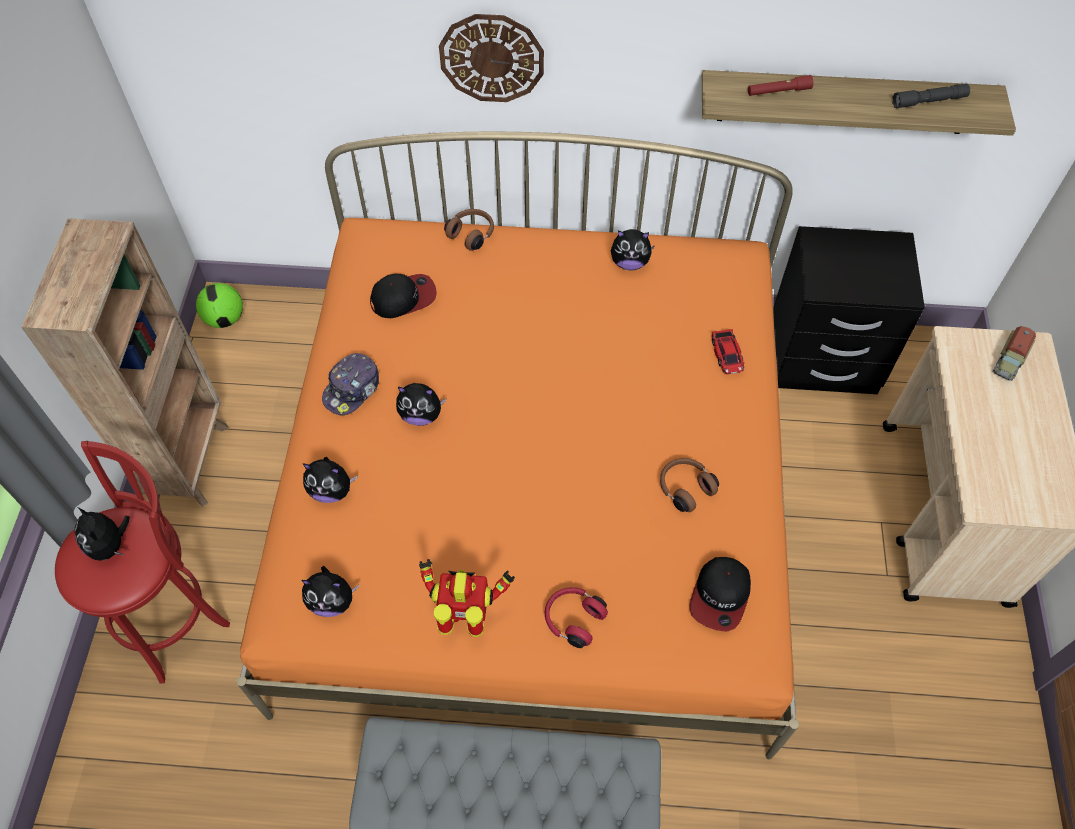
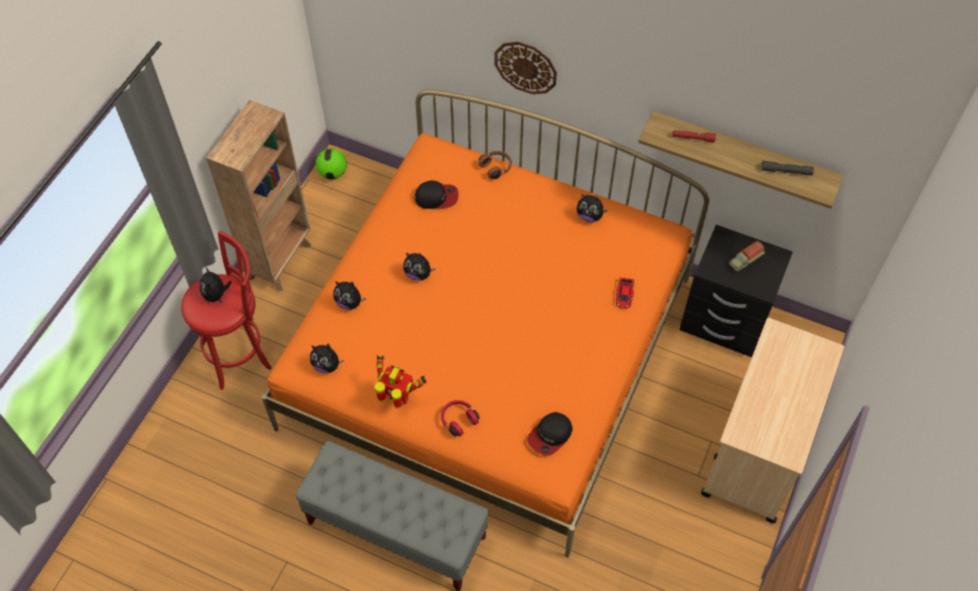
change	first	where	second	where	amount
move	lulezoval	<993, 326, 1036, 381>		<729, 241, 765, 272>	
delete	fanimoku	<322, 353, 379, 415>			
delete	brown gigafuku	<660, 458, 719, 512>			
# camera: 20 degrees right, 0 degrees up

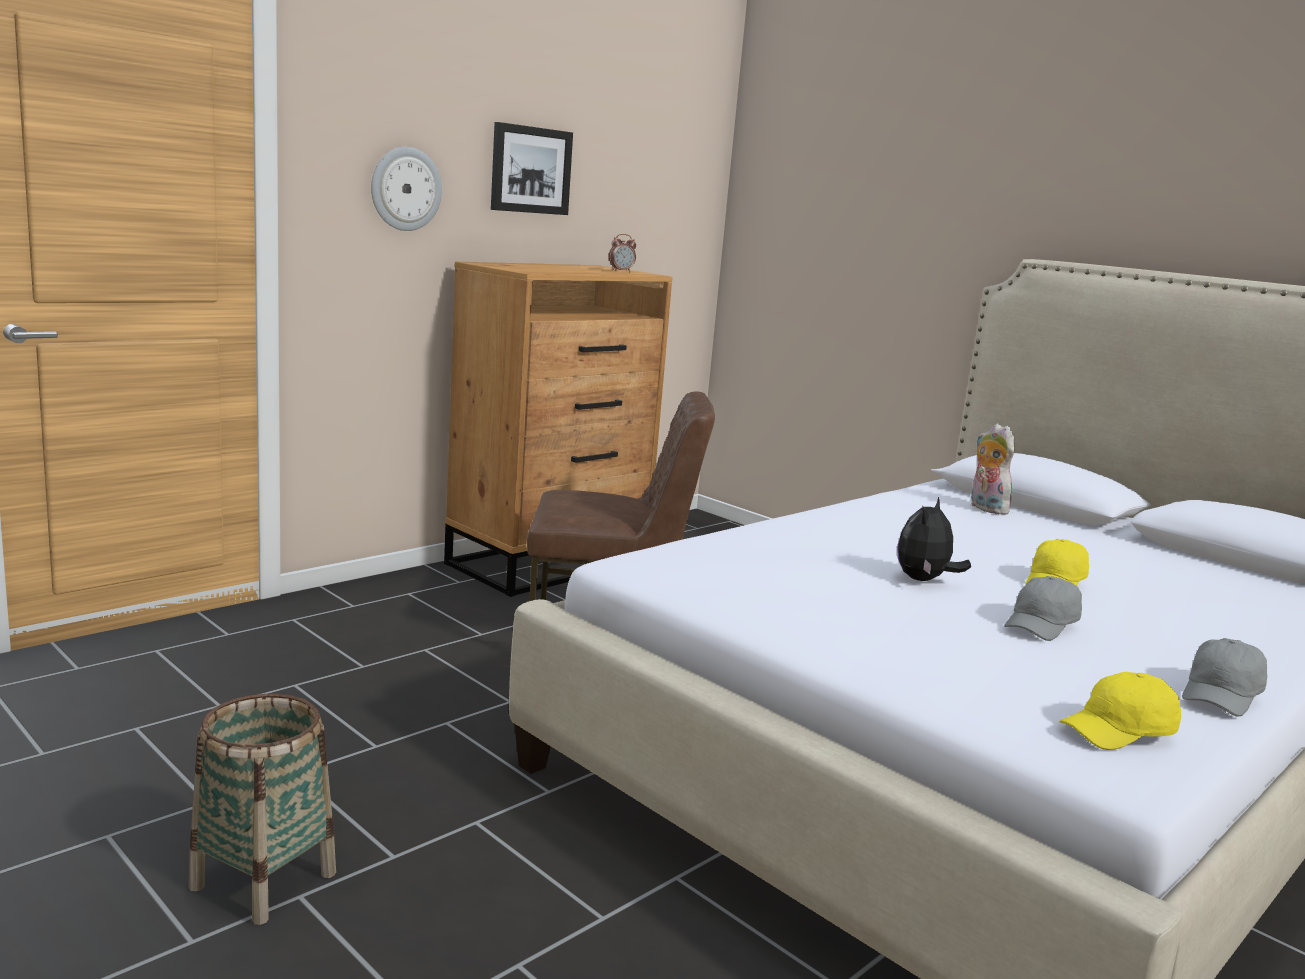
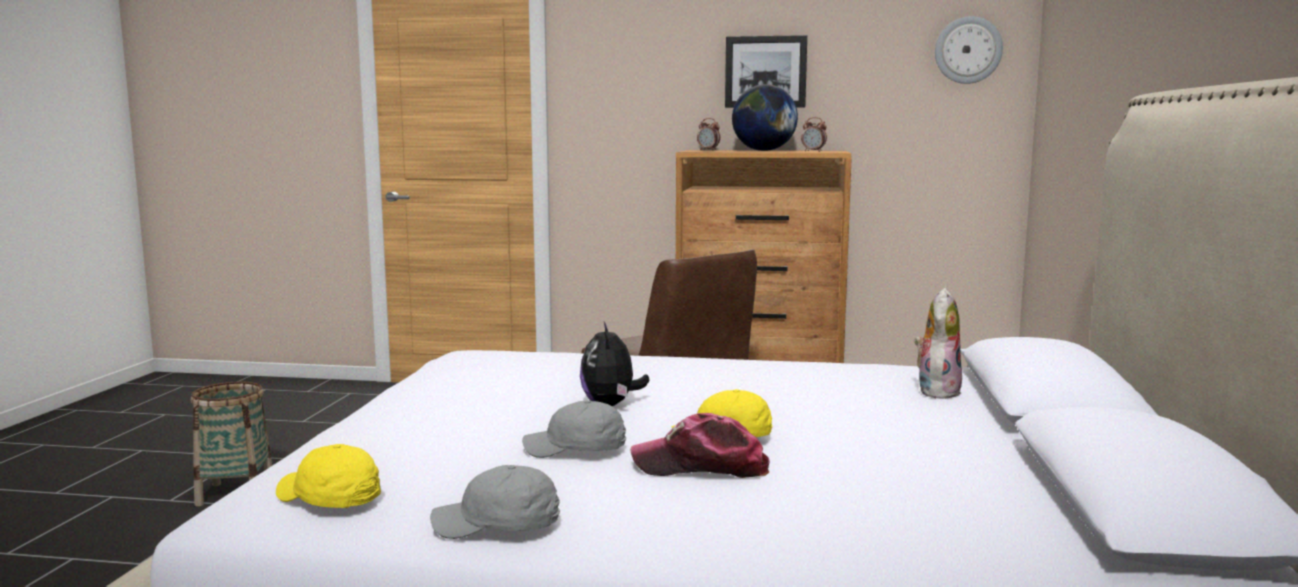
change	first	where	second	where	amount
rotate	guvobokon	<897, 497, 971, 581>		<580, 322, 649, 406>	90 degrees counterclockwise
insert			fanimoku	<631, 413, 770, 478>	
insert			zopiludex	<697, 118, 720, 150>	
insert			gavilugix	<732, 84, 798, 151>	
move	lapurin	<371, 147, 442, 231>		<935, 16, 1003, 84>	
# camera: 55 degrees right, 5 degrees down

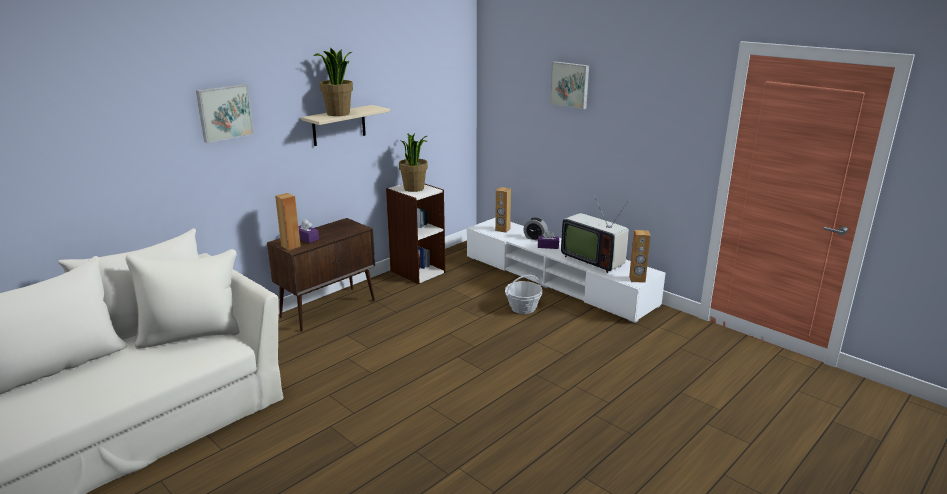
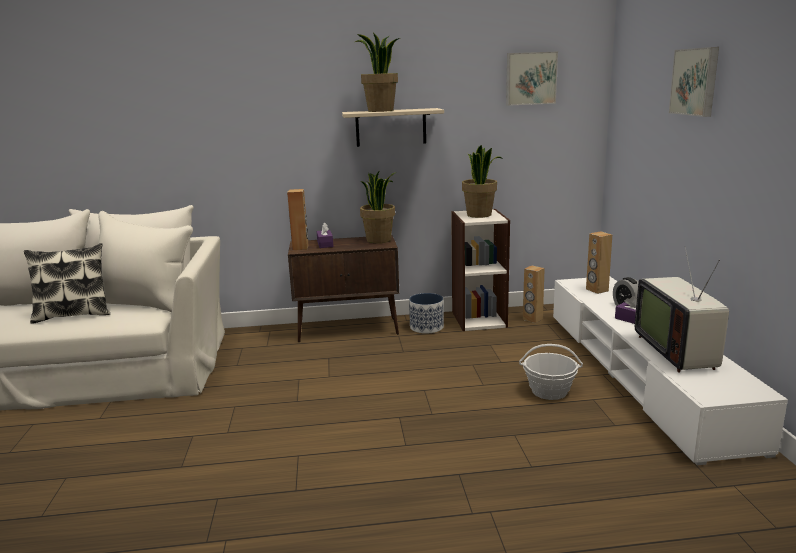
change	first	where	second	where	amount
insert			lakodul	<24, 243, 110, 324>	
insert			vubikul	<360, 170, 397, 243>	
insert			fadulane	<409, 293, 444, 334>	
move	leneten	<196, 84, 254, 143>		<506, 52, 558, 106>	
move	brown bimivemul	<629, 230, 651, 283>		<523, 266, 545, 323>	
# camera: 40 degrees right, 5 degrees down

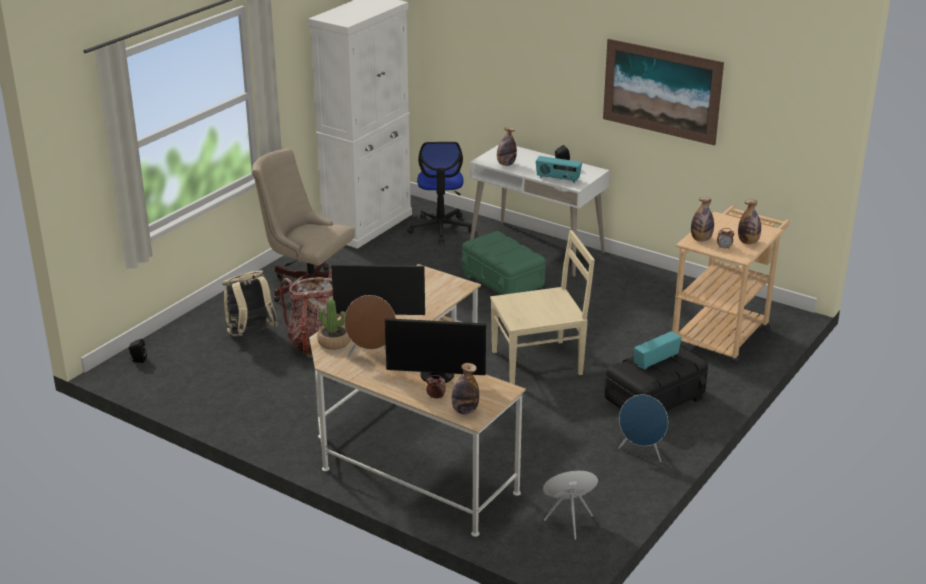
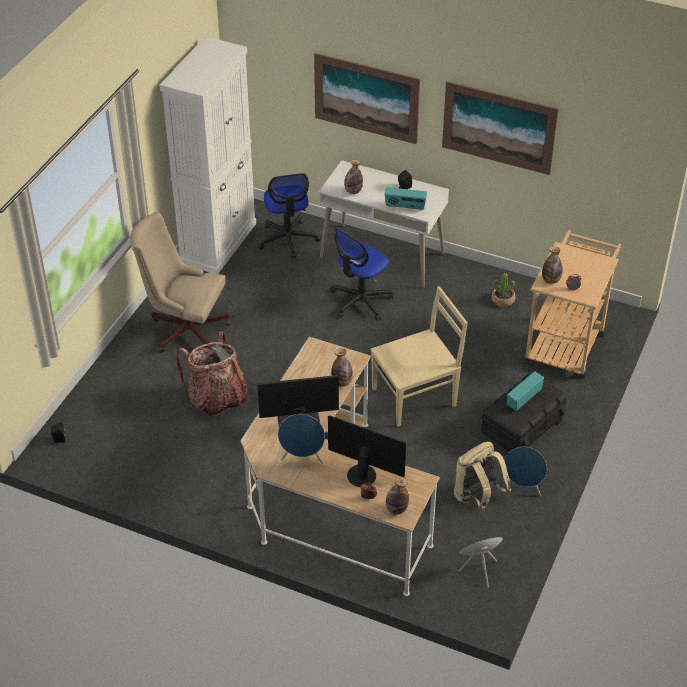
change	first	where	second	where	amount
recolor	brown bimivemul	<344, 295, 396, 358>	blue bimivemul	<278, 414, 325, 464>	
insert			leneten	<314, 53, 420, 144>	
rotate	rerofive	<385, 318, 486, 383>		<328, 416, 406, 487>	150 degrees counterclockwise
replace	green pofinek	<461, 231, 546, 295>	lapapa	<330, 227, 393, 321>	
move	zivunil	<738, 200, 761, 244>		<331, 348, 353, 387>	
move	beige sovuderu	<222, 271, 279, 337>		<454, 442, 511, 511>	
move	vubikul	<317, 299, 351, 350>		<491, 273, 516, 307>	
# camera: 10 degrees left, 15 degrees up

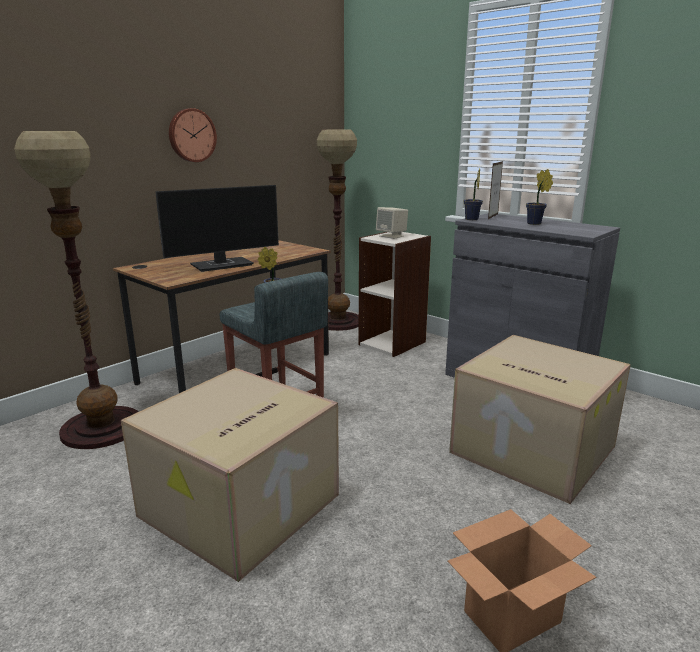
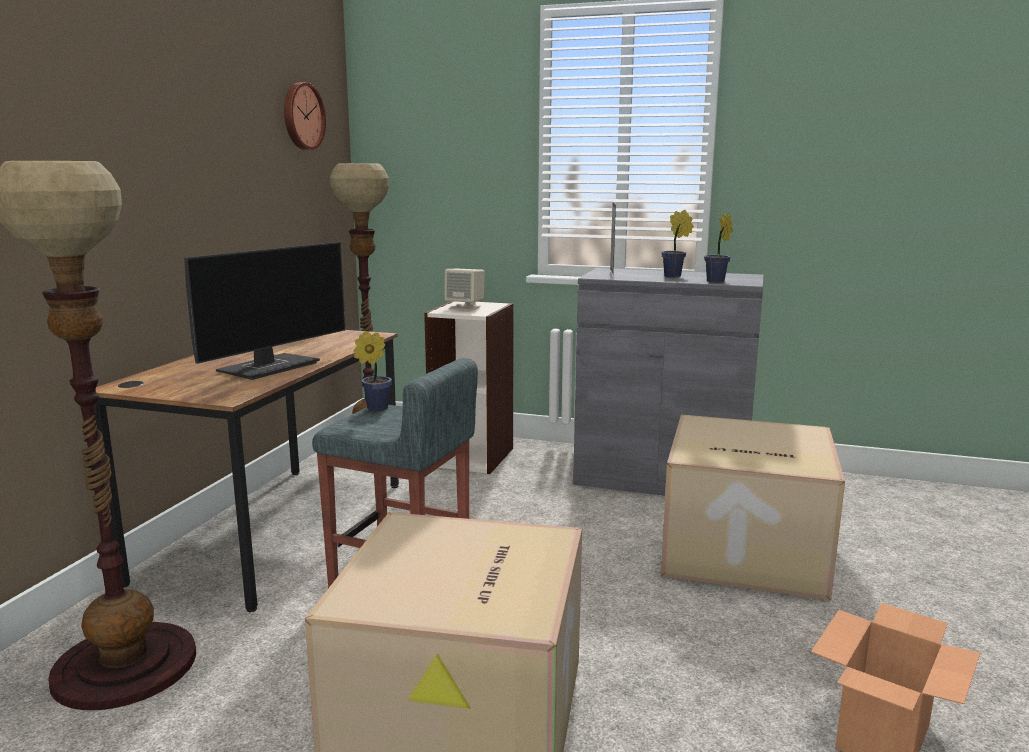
change	first	where	second	where	amount
move	lapurin	<169, 108, 217, 162>		<284, 82, 326, 150>	
move	vubikul	<464, 168, 483, 220>		<704, 212, 733, 283>	
# camera: 25 degrees left, 5 degrees down

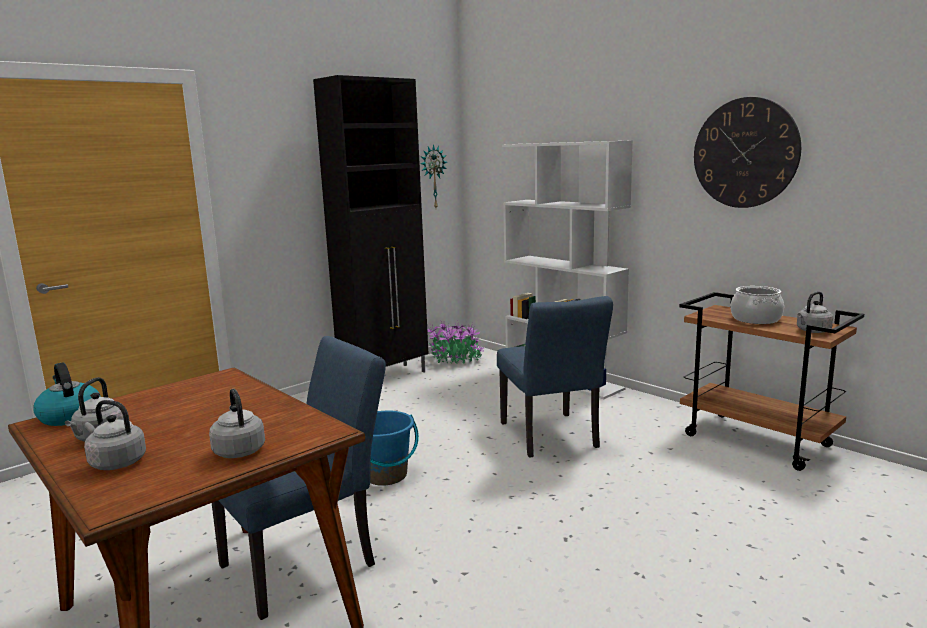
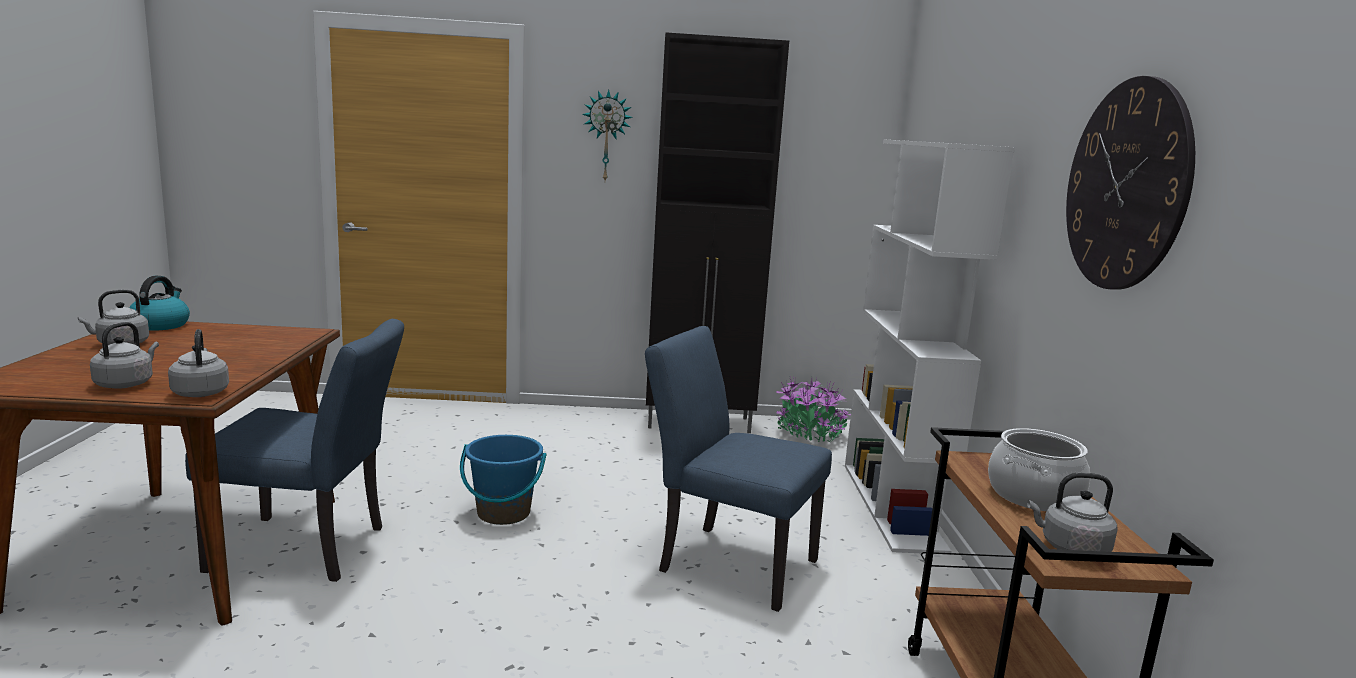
change	first	where	second	where	amount
move	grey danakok	<84, 400, 146, 470>		<168, 329, 229, 397>	
move	lapurin	<420, 144, 447, 208>		<582, 89, 633, 180>	
rotate	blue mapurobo	<497, 296, 613, 458>		<645, 326, 832, 612>	90 degrees clockwise
# camera: 40 degrees right, 0 degrees up

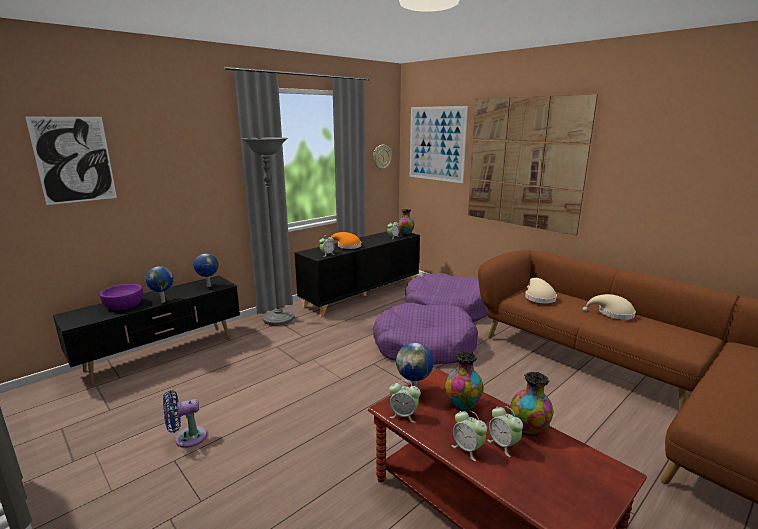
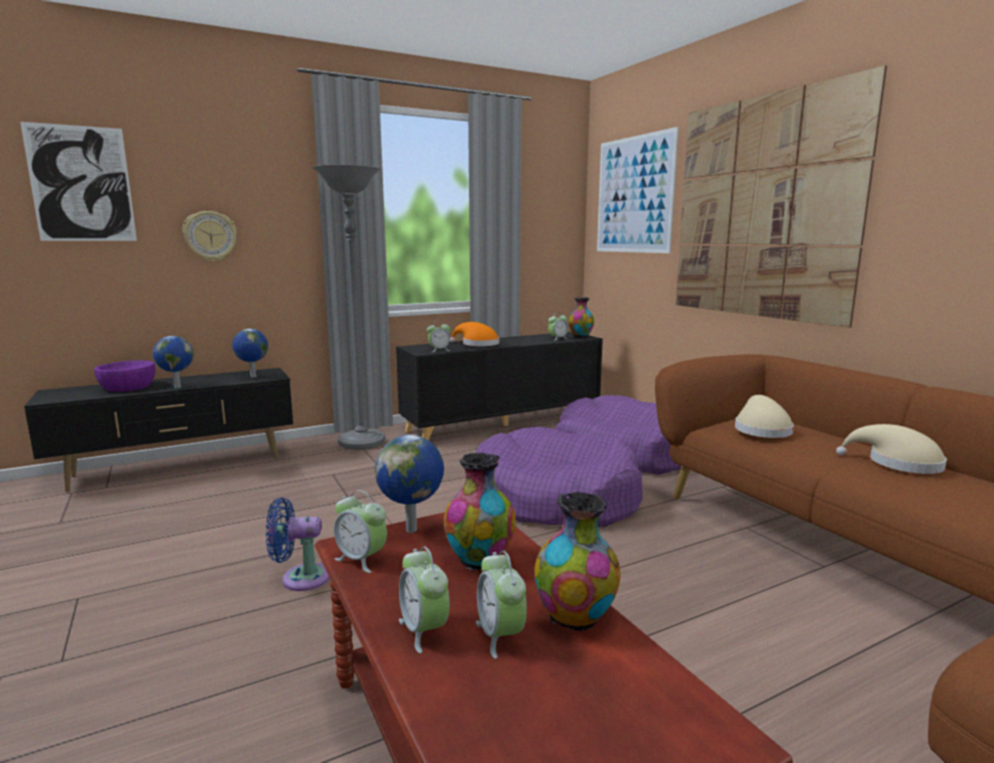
change	first	where	second	where	amount
move	lapurin	<373, 145, 392, 170>		<183, 211, 237, 262>	
move	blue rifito	<163, 391, 207, 448>		<266, 497, 330, 591>	
# camera: 15 degrees right, 5 degrees down

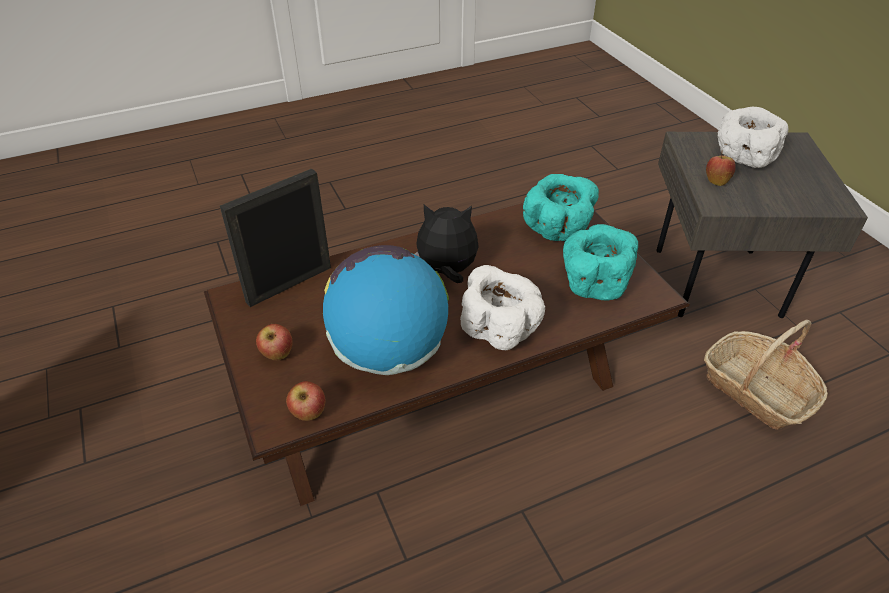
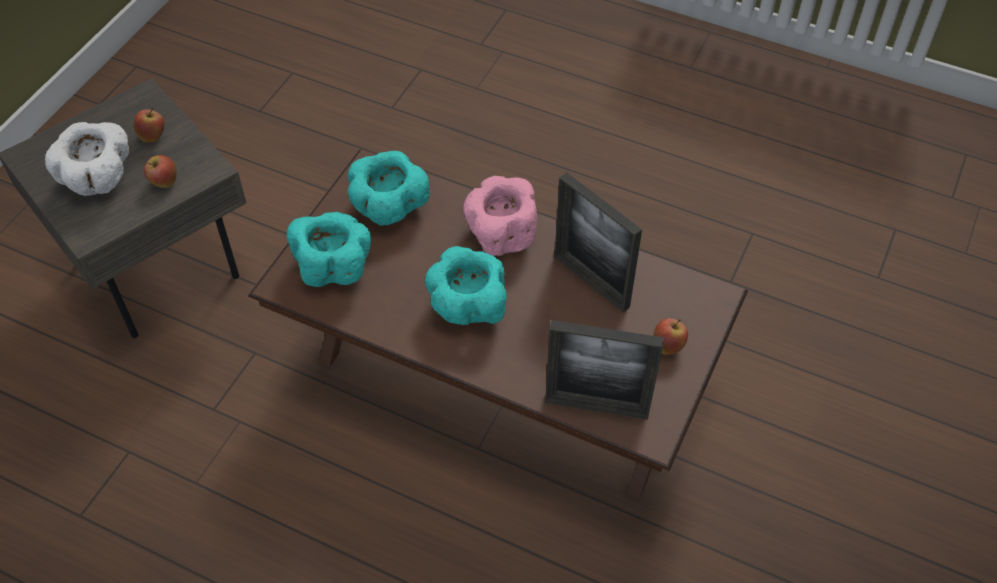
change	first	where	second	where	amount
move	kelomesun	<286, 381, 326, 421>		<133, 108, 165, 142>	
replace	guvobokon	<415, 205, 479, 283>	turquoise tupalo	<425, 246, 506, 325>	
recolor	white tupalo	<460, 265, 545, 350>	pink tupalo	<463, 176, 537, 256>	
replace	gavilugix	<323, 245, 449, 375>	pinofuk	<554, 172, 642, 313>	
delete	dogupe	<704, 319, 828, 430>			
# camera: 130 degrees left, 10 degrees up

